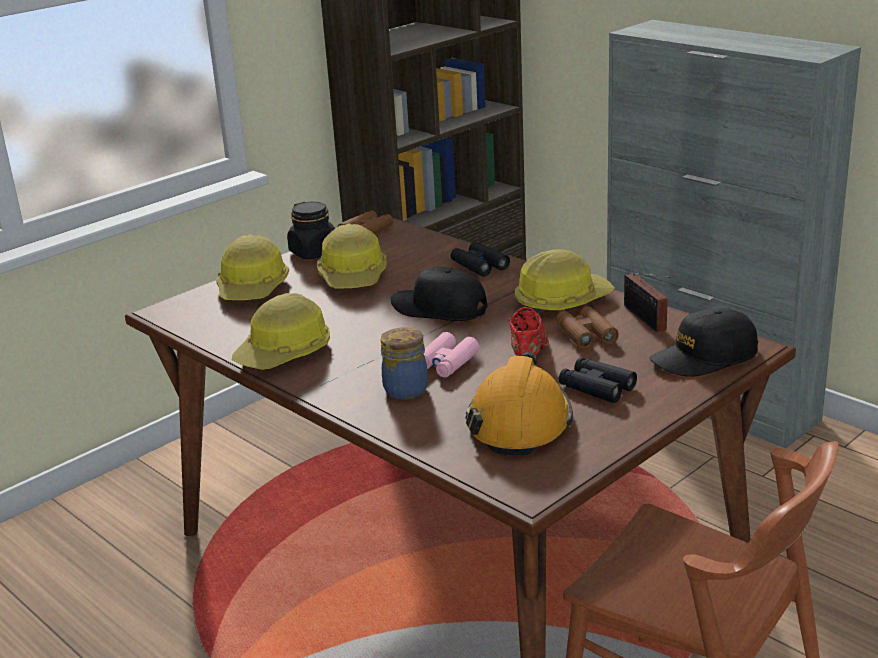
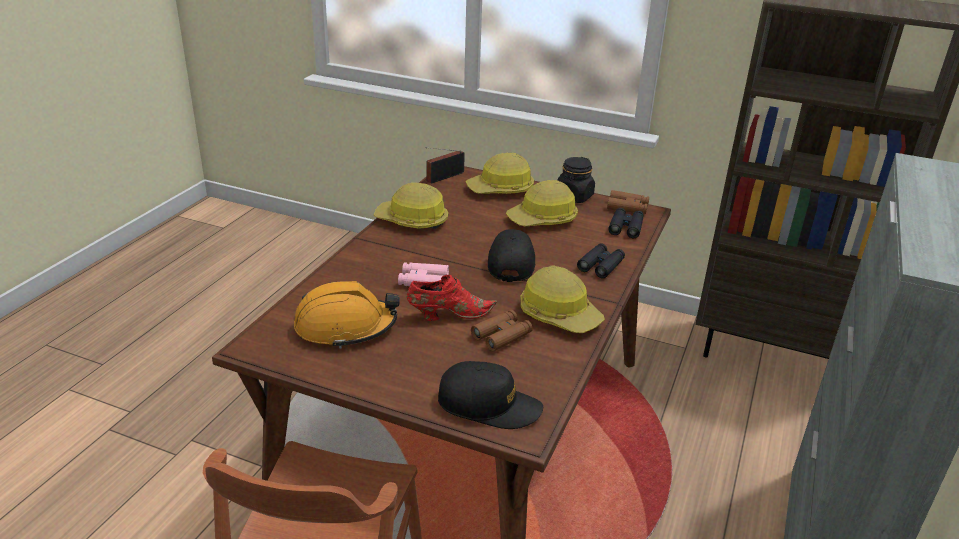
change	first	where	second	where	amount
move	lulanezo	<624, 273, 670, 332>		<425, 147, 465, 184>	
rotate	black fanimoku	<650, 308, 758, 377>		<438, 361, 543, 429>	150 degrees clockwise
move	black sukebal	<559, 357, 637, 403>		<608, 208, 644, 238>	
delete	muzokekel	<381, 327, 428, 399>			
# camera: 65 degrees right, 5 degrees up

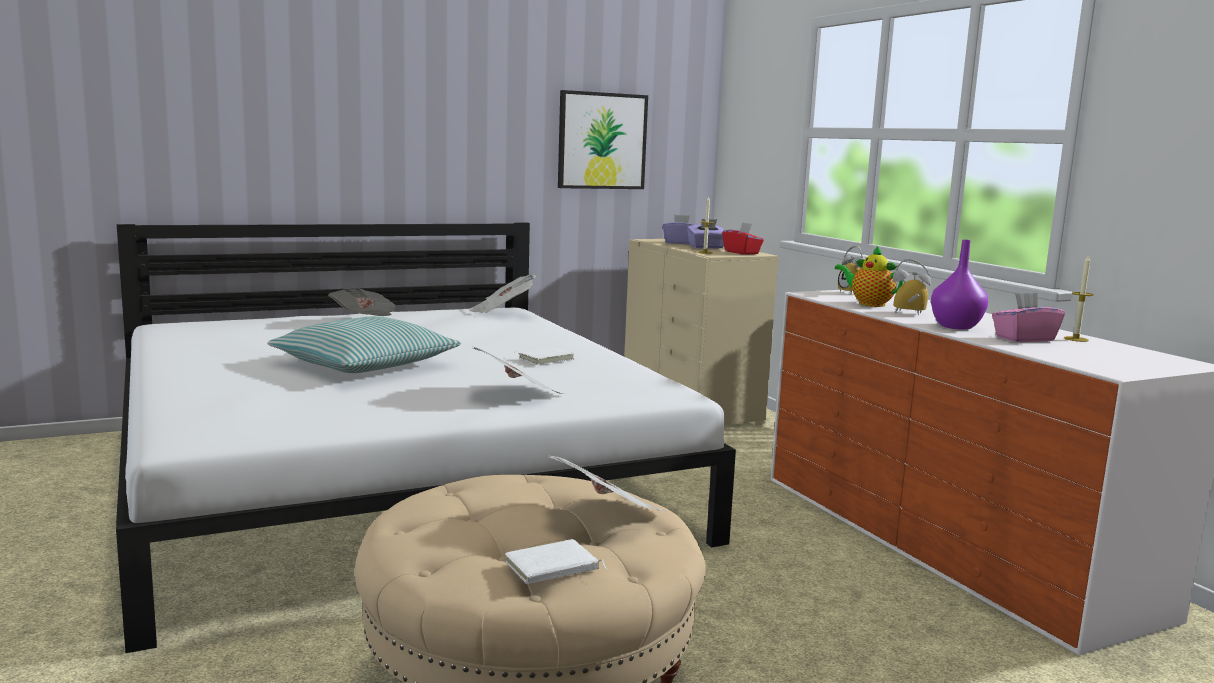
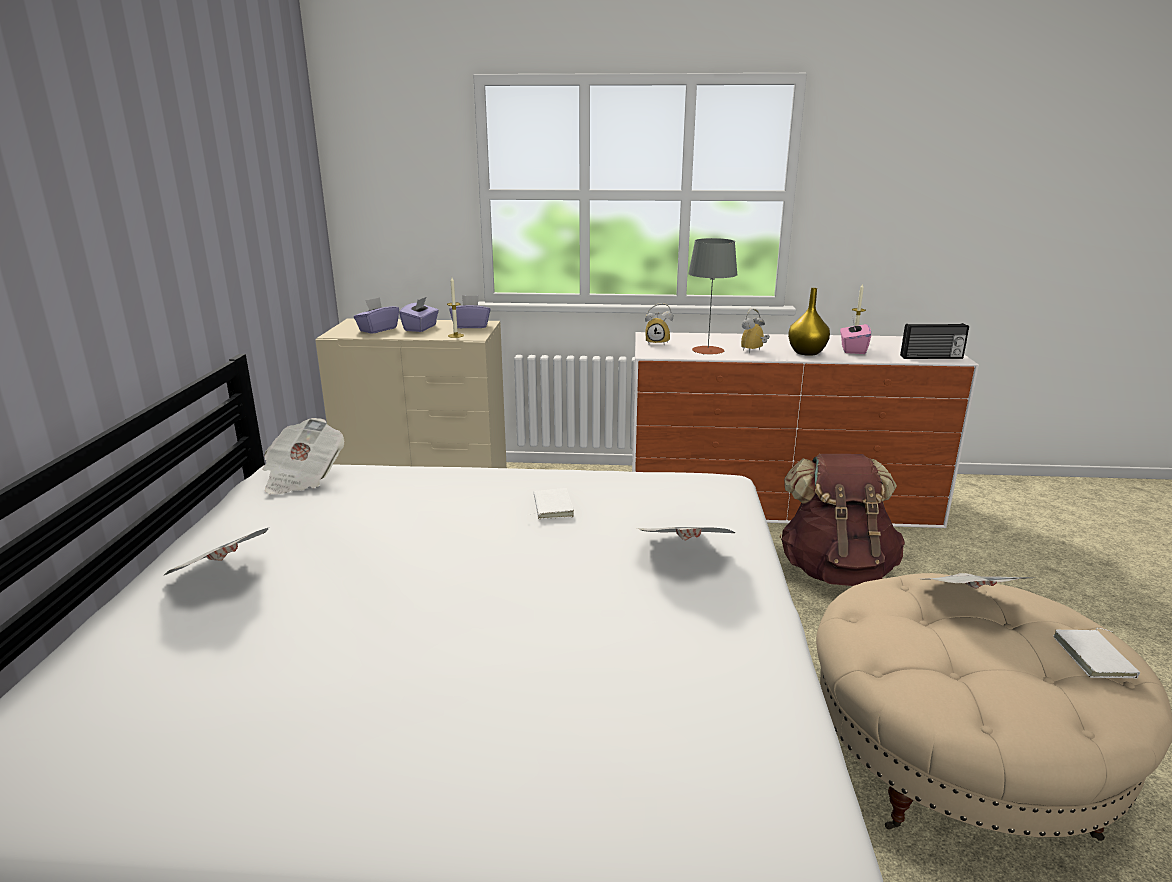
change	first	where	second	where	amount
recolor	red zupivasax	<722, 222, 764, 255>	purple zupivasax	<449, 295, 491, 328>	
replace	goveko	<835, 246, 903, 307>	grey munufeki	<688, 238, 738, 354>	
insert			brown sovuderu	<779, 454, 905, 586>	
recolor	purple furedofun	<931, 240, 988, 330>	yellow furedofun	<788, 288, 830, 356>	
insert			lulanezo	<900, 323, 969, 359>	
delete	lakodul	<267, 316, 461, 373>			
delete	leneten	<558, 90, 648, 189>			
# camera: 60 degrees left, 10 degrees up

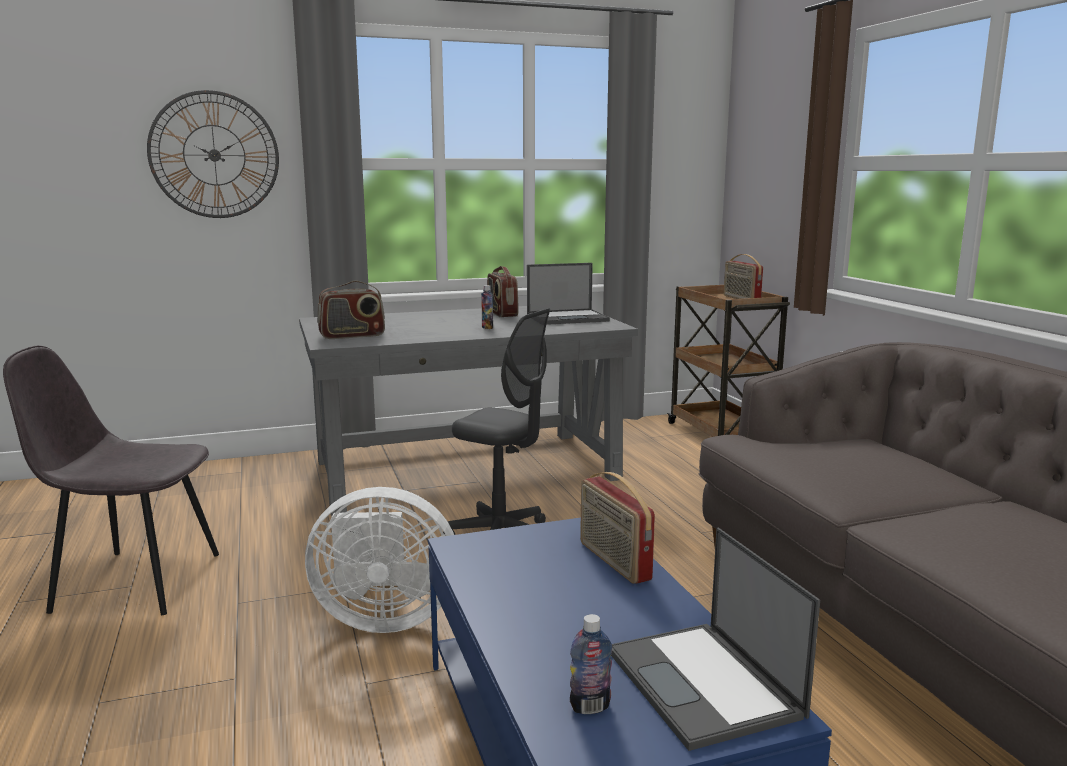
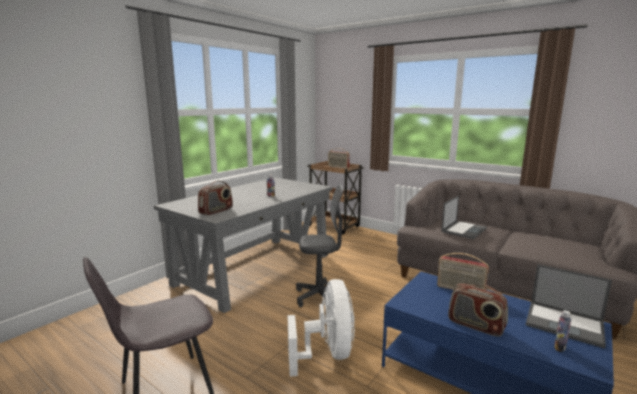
change	first	where	second	where	amount
rotate	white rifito	<305, 487, 454, 633>		<288, 279, 355, 377>	60 degrees counterclockwise
move	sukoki	<527, 263, 610, 325>		<441, 196, 487, 239>	
move	lulanezo	<487, 266, 518, 317>		<448, 283, 508, 337>	
delete	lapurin	<147, 90, 279, 218>			
# camera: 35 degrees left, 0 degrees up

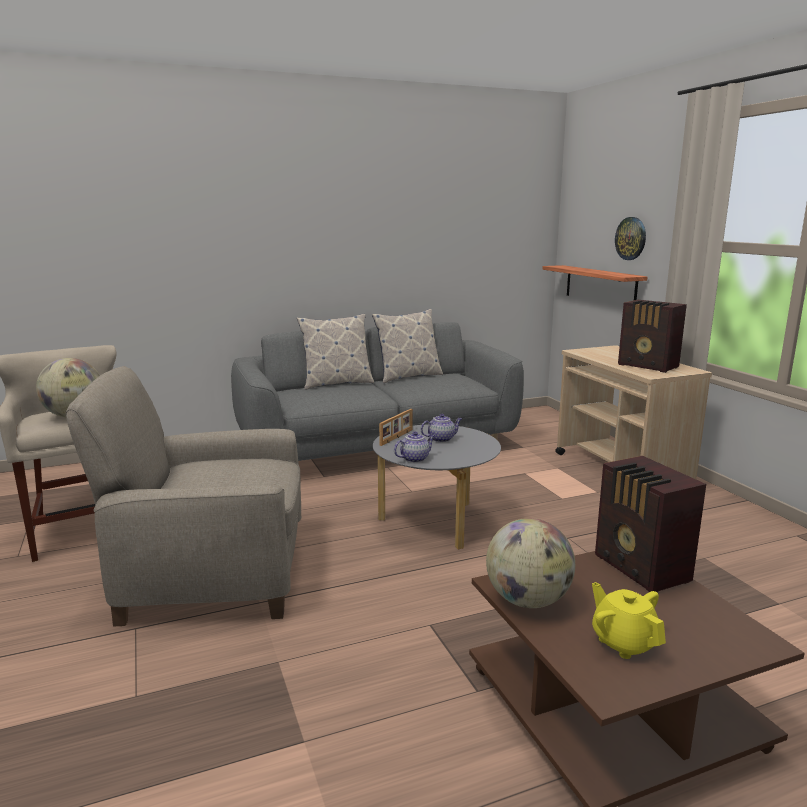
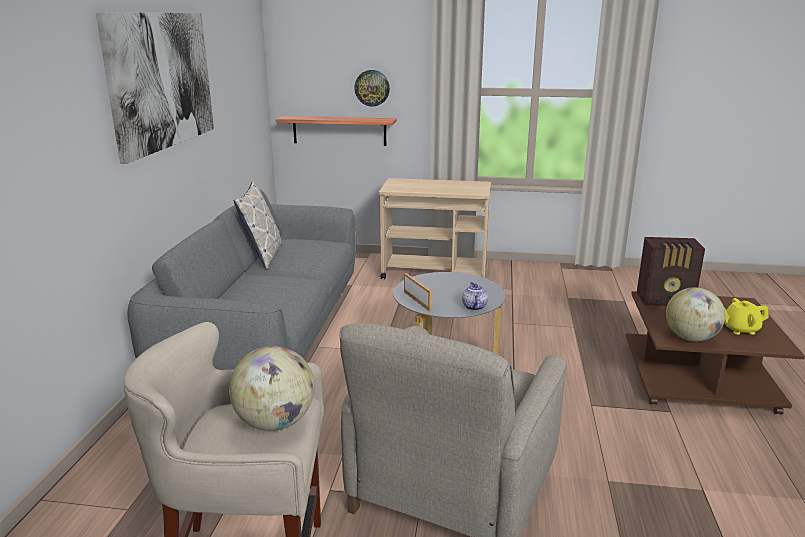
change	first	where	second	where	amount
insert			leneten	<96, 13, 214, 164>	
delete	lakodul	<297, 314, 374, 390>			
delete	goveko	<421, 414, 462, 442>			
delete	lulanezo	<618, 300, 687, 373>			
# camera: 60 degrees left, 5 degrees up

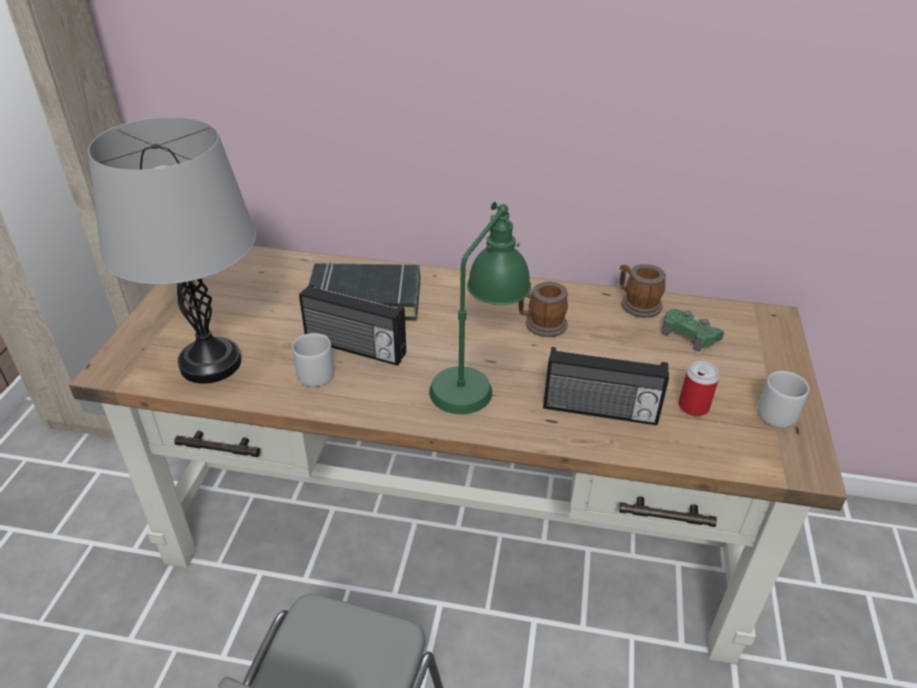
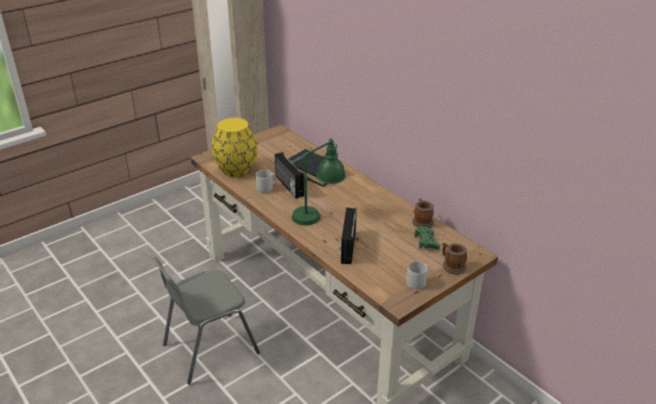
change	first	where	second	where	amount
replace	grey munufeki	<88, 117, 256, 384>	yellow furedofun	<212, 118, 258, 177>	
rotate	lulanezo	<543, 347, 669, 425>		<339, 208, 357, 264>	45 degrees clockwise
move	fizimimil	<519, 282, 568, 337>		<442, 242, 467, 274>	
delete	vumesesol	<678, 361, 719, 416>			
# camera: 40 degrees right, 5 degrees down

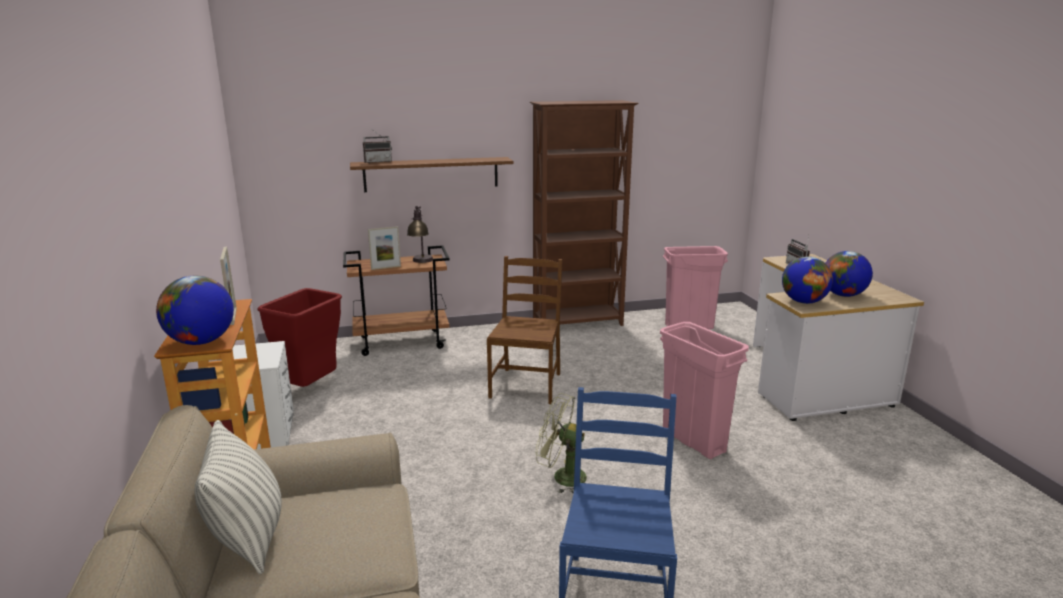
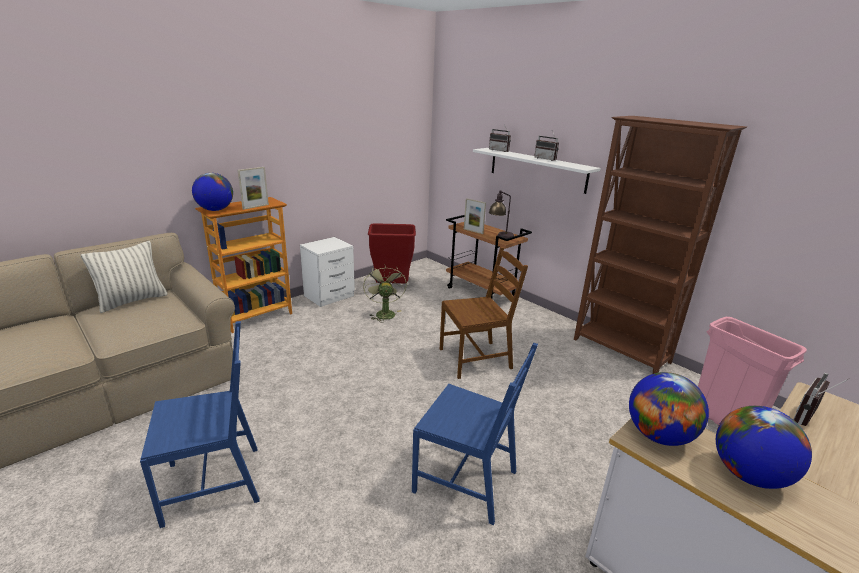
change	first	where	second	where	amount
move	green rifito	<536, 393, 587, 494>		<363, 264, 407, 323>	
replace	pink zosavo	<660, 322, 749, 459>	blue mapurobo	<412, 343, 538, 525>	
recolor	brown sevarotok	<350, 157, 513, 192>	white sevarotok	<473, 148, 601, 194>	
insert			lulanezo	<534, 131, 559, 161>	
# camera: 60 degrees right, 5 degrees up

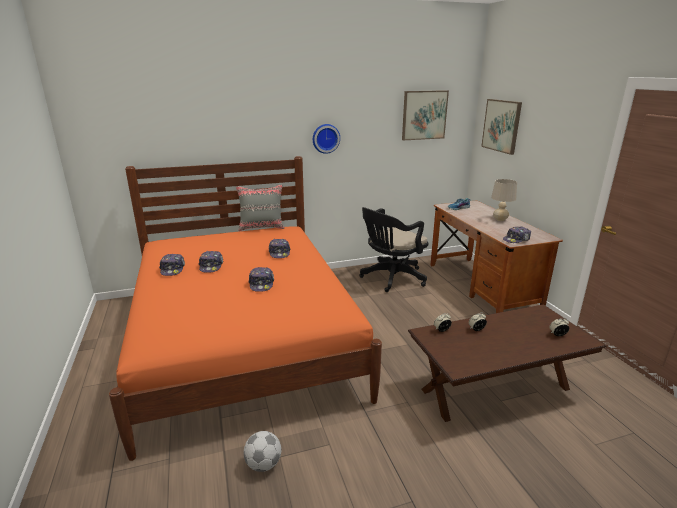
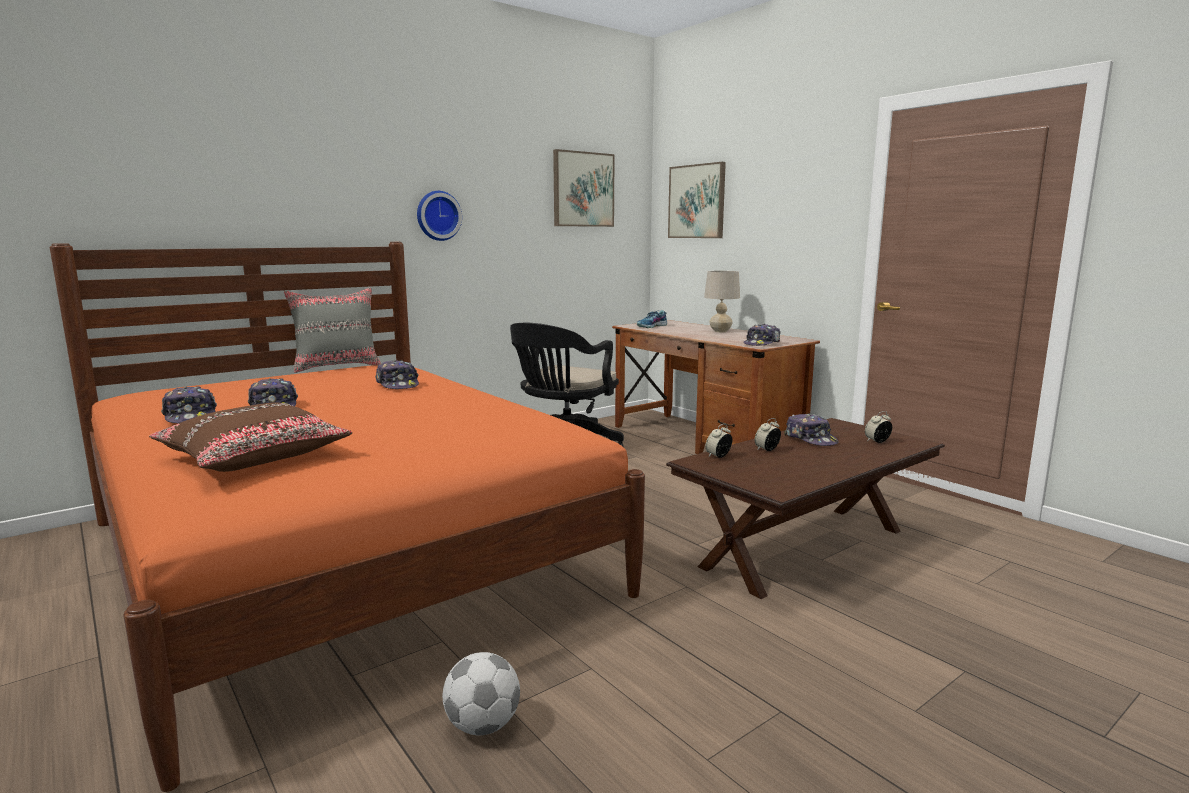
change	first	where	second	where	amount
insert			brown lakodul	<150, 402, 352, 472>	
move	fanimoku	<248, 267, 274, 292>		<784, 413, 838, 446>	
# camera: 20 degrees left, 10 degrees down

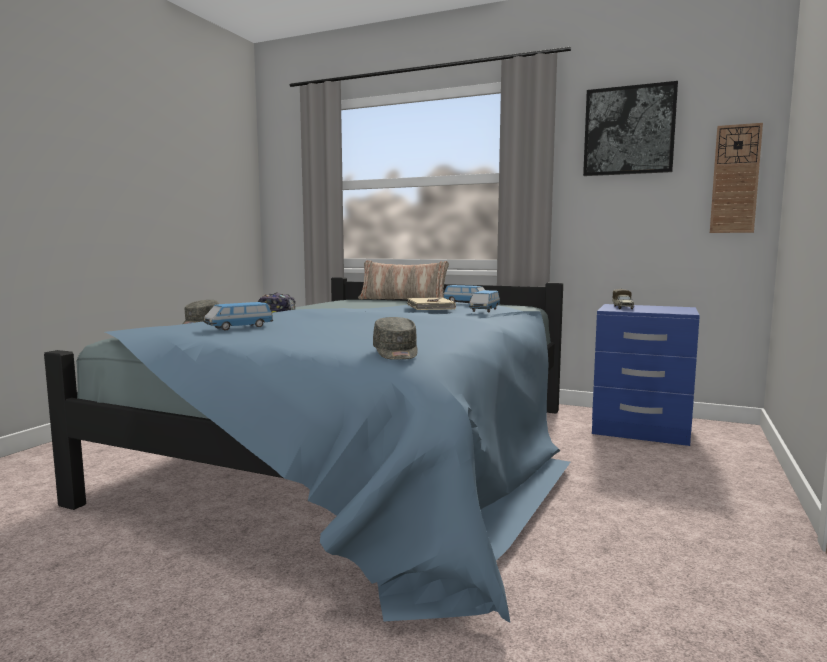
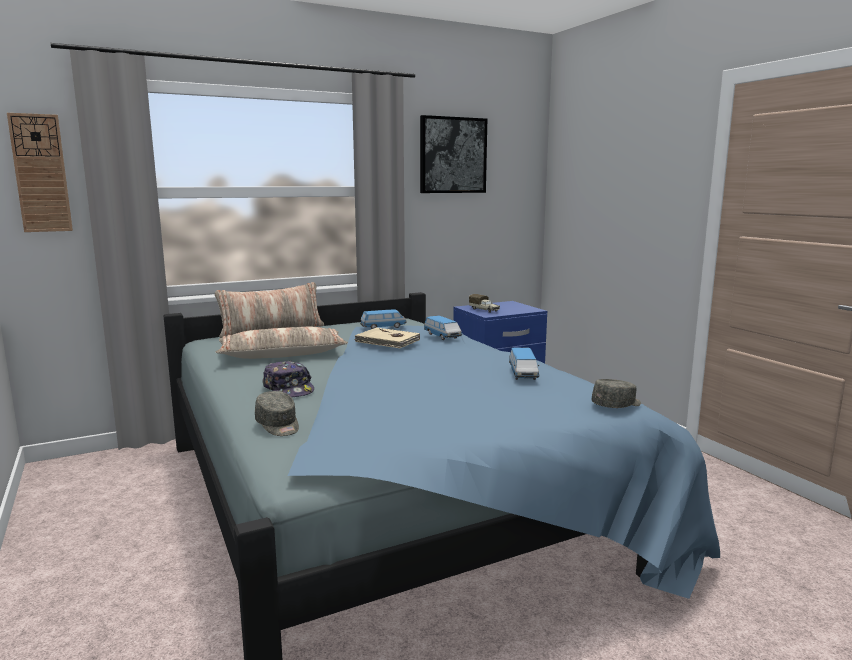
change	first	where	second	where	amount
move	lapurin	<710, 123, 763, 233>		<7, 113, 73, 232>	
insert			lakodul	<215, 327, 348, 359>	
move	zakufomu	<203, 302, 273, 331>		<509, 348, 539, 380>	
rotate	grey fanimoku	<373, 317, 418, 360>		<591, 379, 641, 408>	60 degrees counterclockwise
# camera: 50 degrees left, 5 degrees up

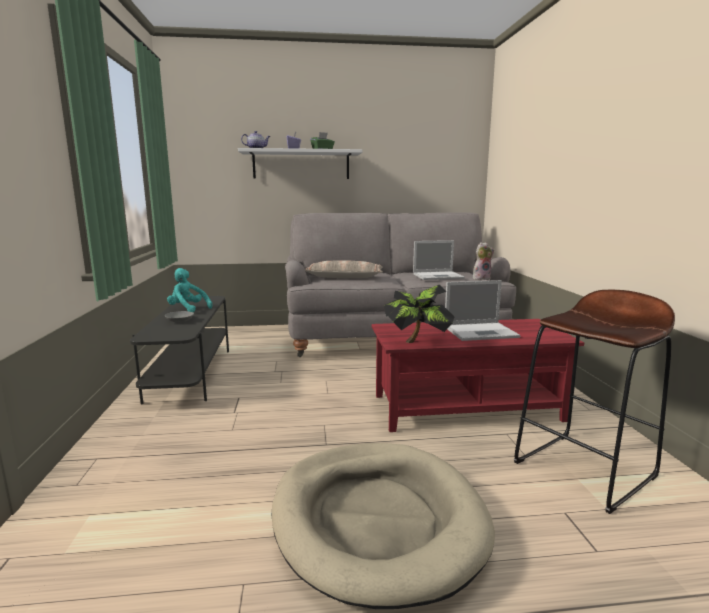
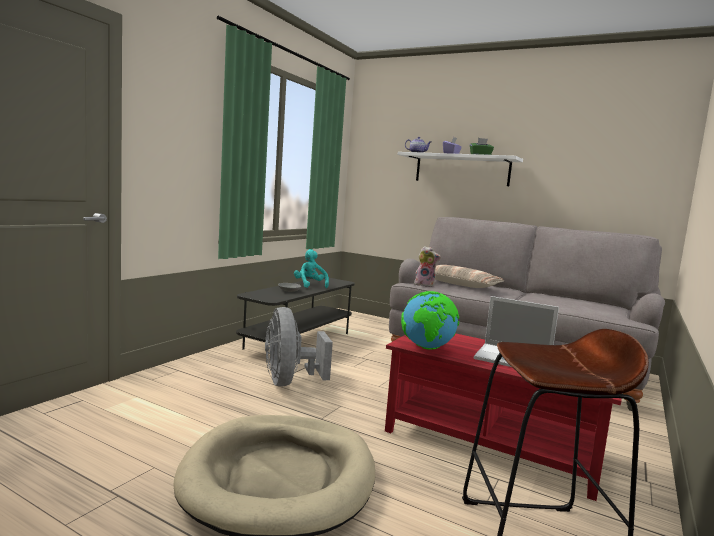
change	first	where	second	where	amount
insert			grey rifito	<265, 307, 333, 387>	
replace	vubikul	<384, 285, 455, 343>	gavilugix	<401, 291, 459, 350>	
move	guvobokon	<473, 242, 494, 280>		<414, 246, 441, 287>	
delete	sukoki	<413, 240, 465, 280>			
# camera: 35 degrees right, 5 degrees down

